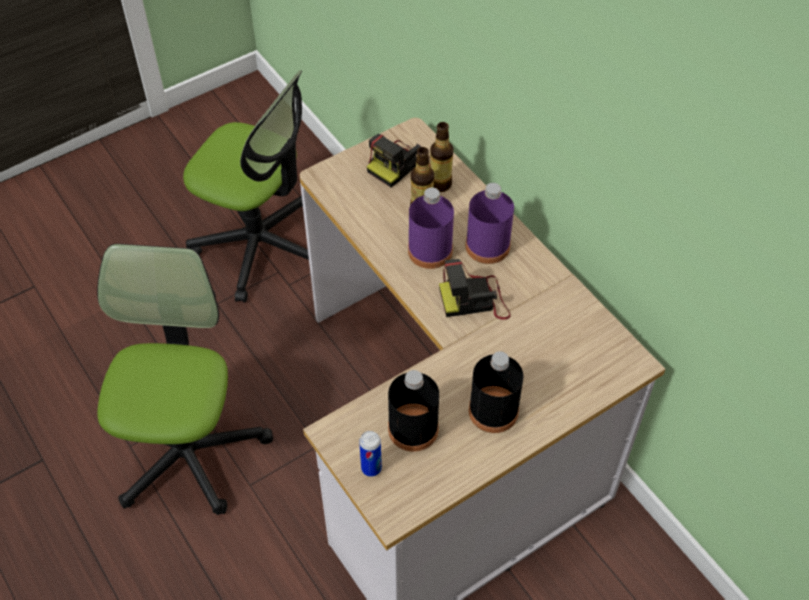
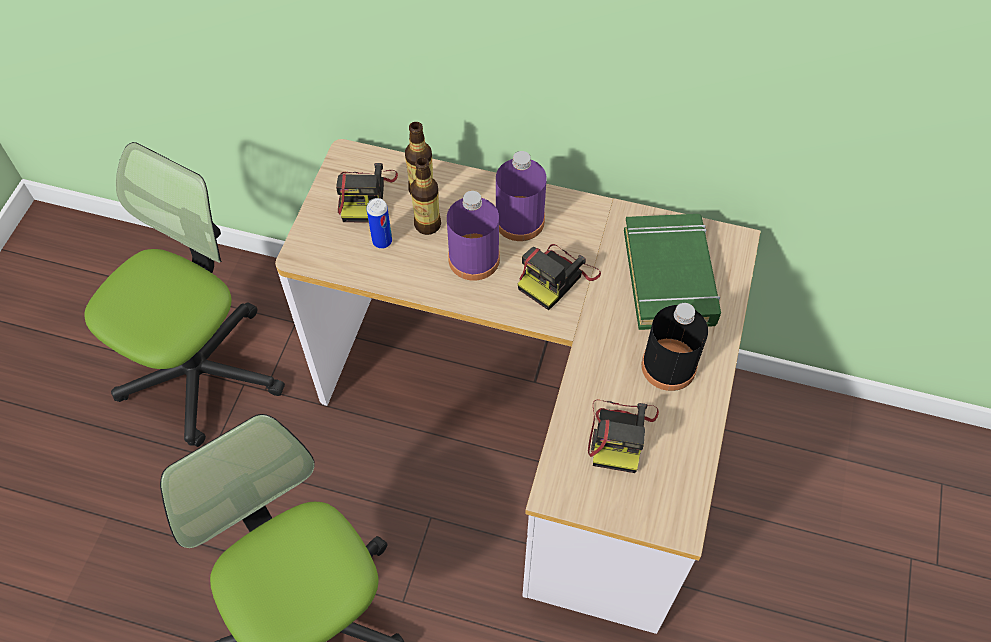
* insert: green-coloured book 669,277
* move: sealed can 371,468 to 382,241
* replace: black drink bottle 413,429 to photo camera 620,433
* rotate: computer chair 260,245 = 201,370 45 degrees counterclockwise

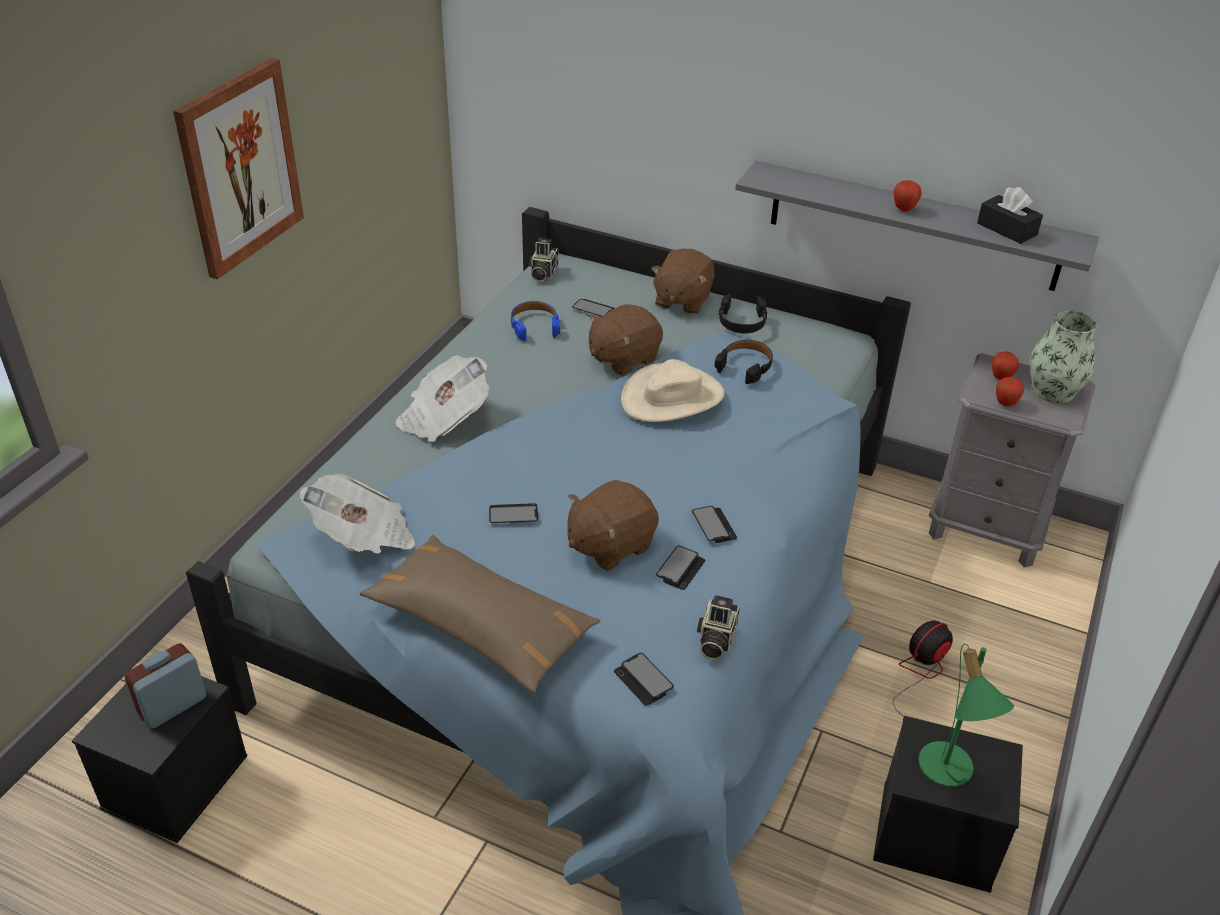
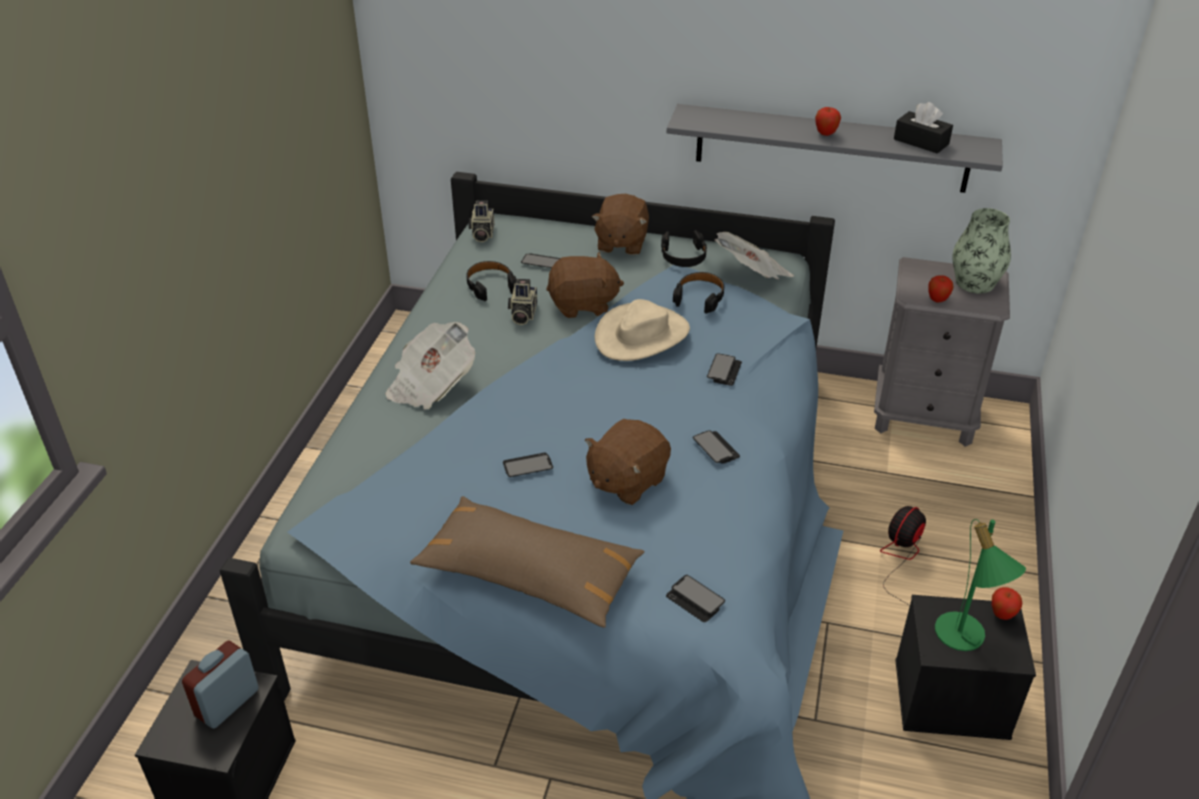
* delete: wall art 240,167
* move: daily paper 363,537 to 752,275
* move: telephone 680,569 to 724,371
* move: photo camera 715,639 to 522,314
* move: apple 1001,378 to 1002,615
* recolor: blue-coloured headphones 534,326 to black headphones 490,285
* rotate: brown soft toy 623,358 = 583,305 135 degrees counterclockwise

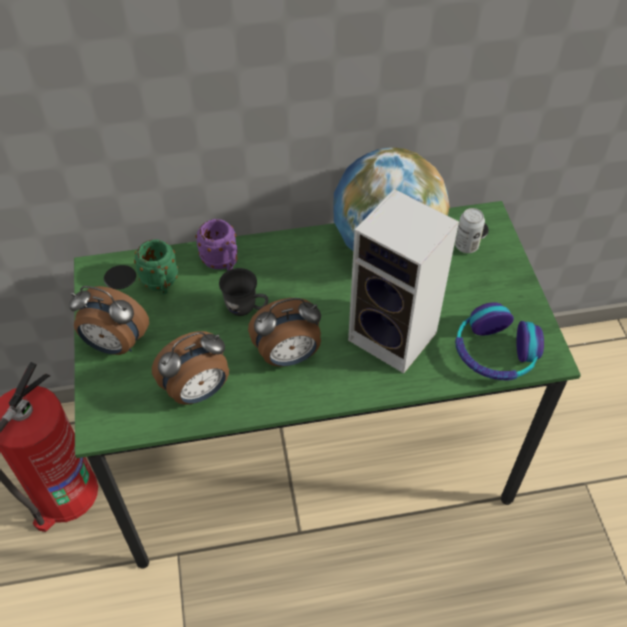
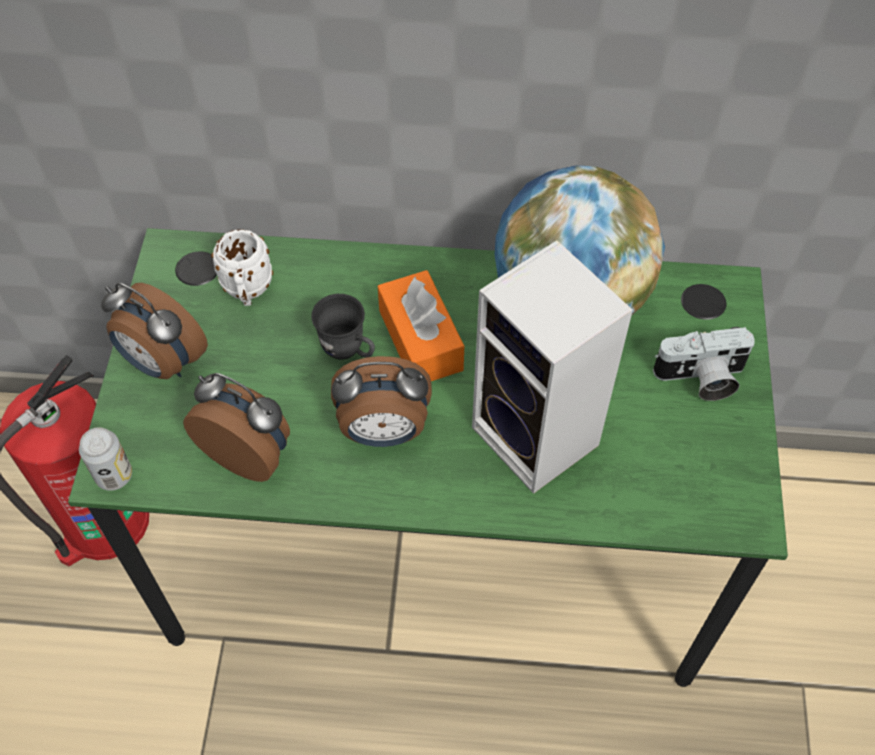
* delete: purplish coffee mug 223,263
* delete: headphones 495,352
* insert: orange-coloured box of tissues 420,340
* insert: photo camera 701,379
* move: sealed can 466,246 to 114,475
* recolor: green-coloured coffee mug 161,284 to white-coloured coffee mug 247,291
* rotate: alarm clock 198,391 = 249,453 135 degrees counterclockwise

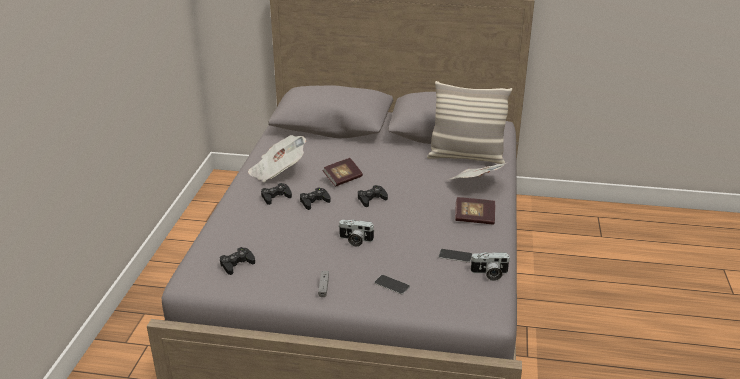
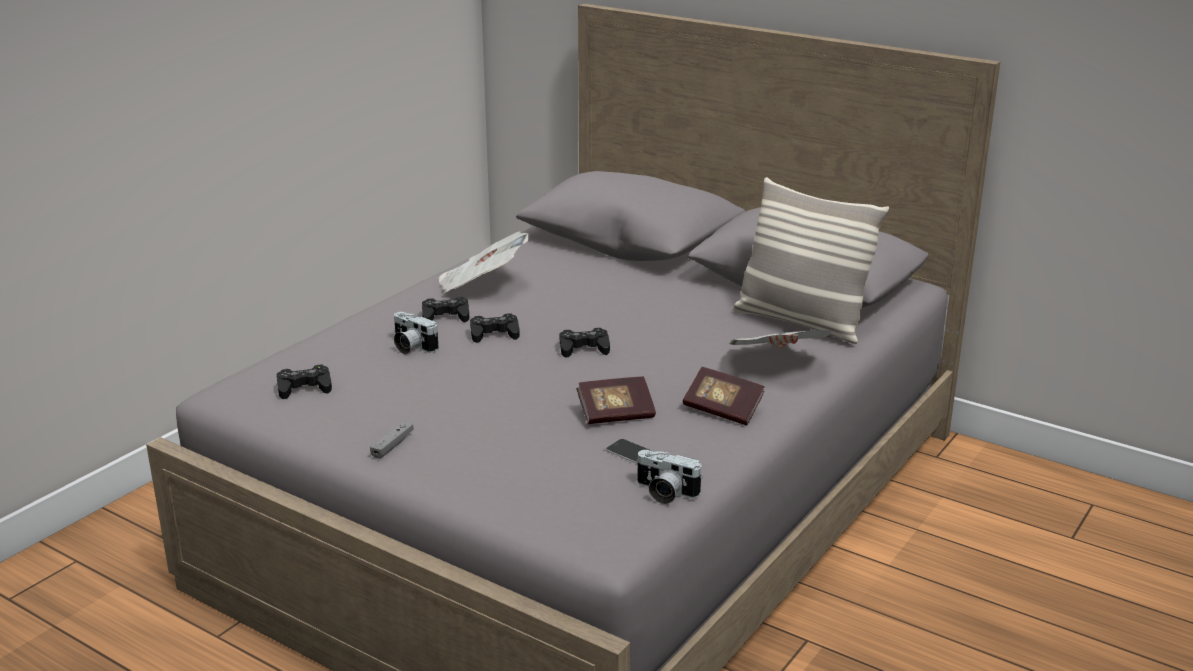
* delete: telephone 392,284
* move: book 343,179 to 616,414
* move: photo camera 355,240 to 411,347

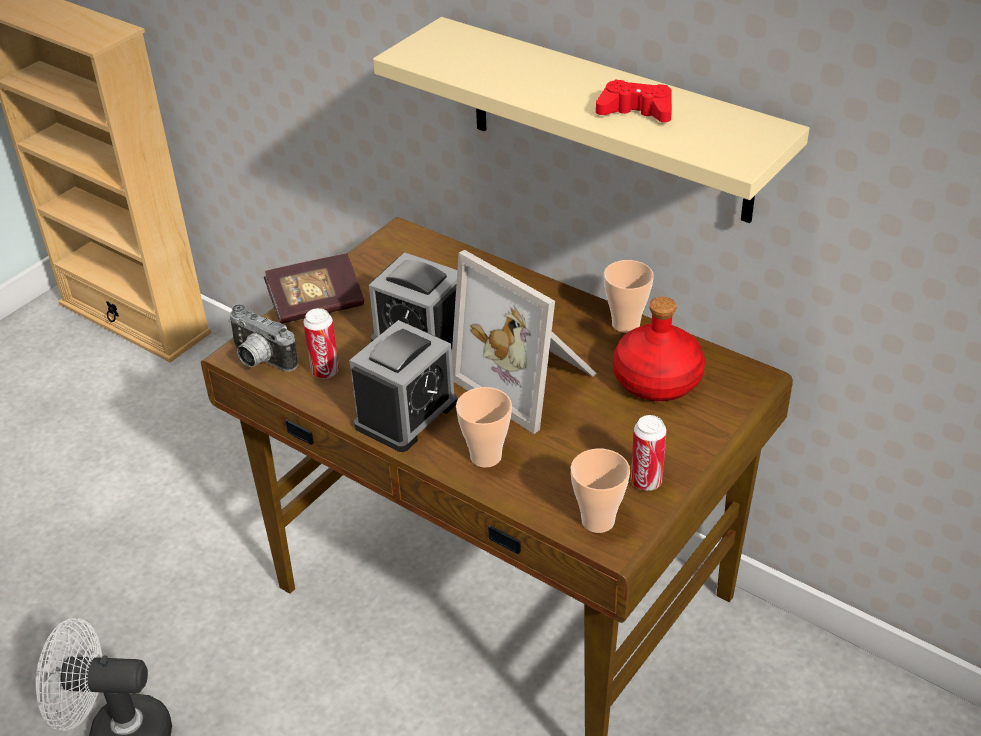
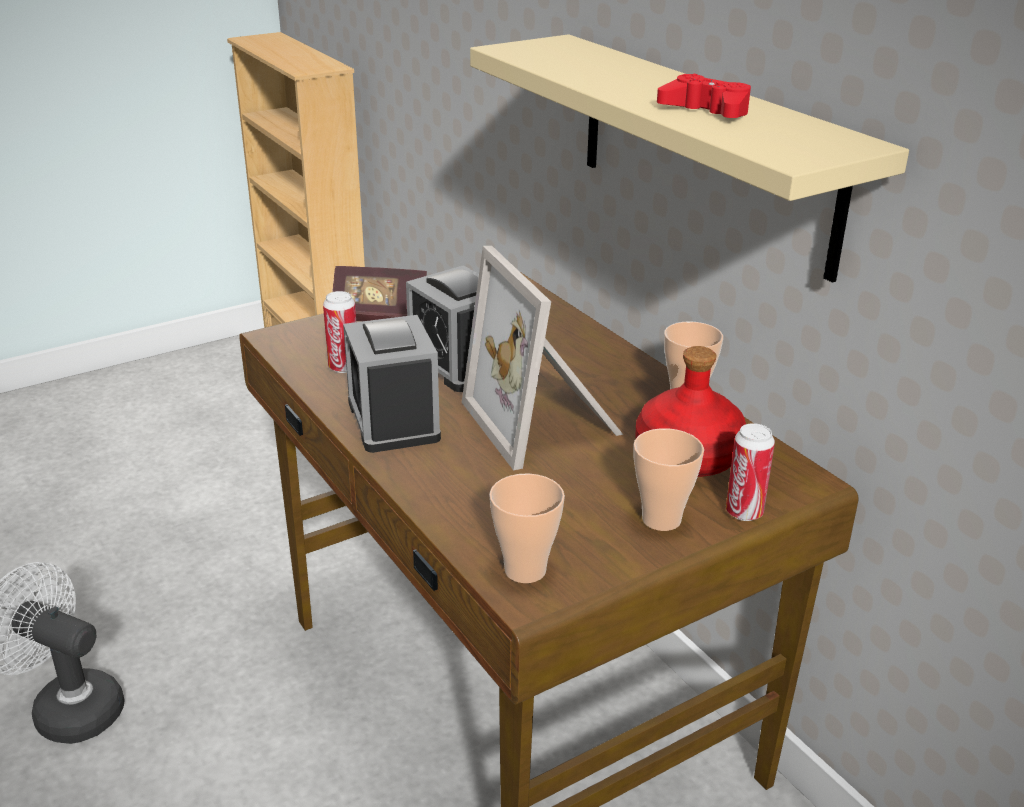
* delete: photo camera 259,360
* move: drinking cup 486,456 to 661,519
* move: sealed can 646,482 to 744,512
* rotate: alarm clock 406,414 = 393,420 105 degrees clockwise

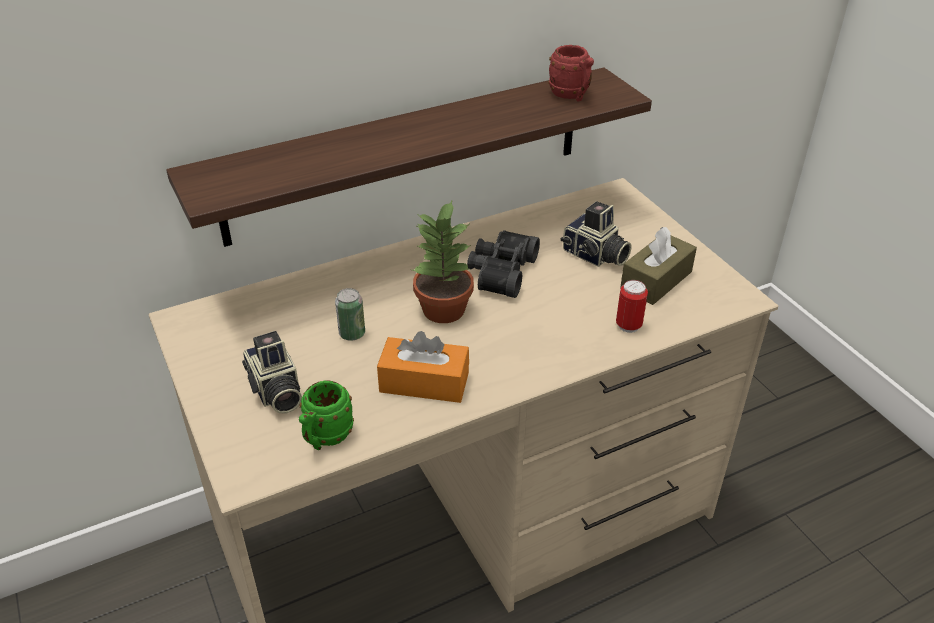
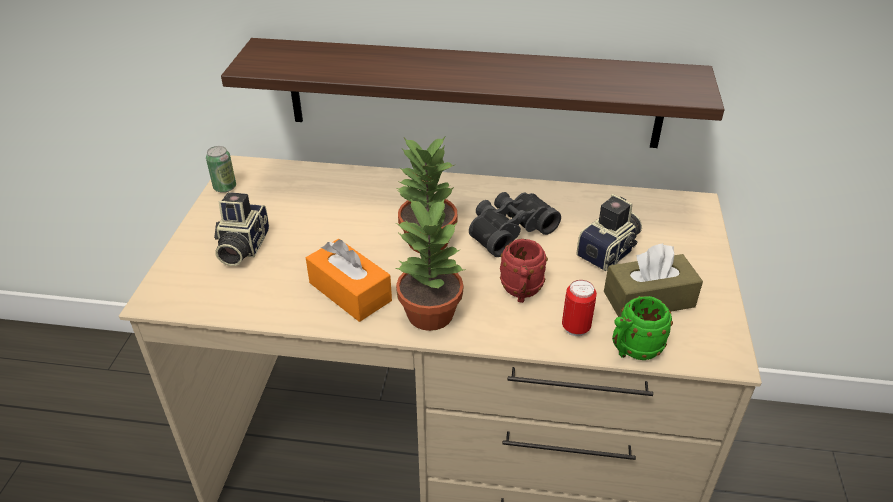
* insert: potted plant 430,313
* move: green-coloured coffee mug 325,438 to 632,350
* move: sealed can 352,334 to 225,187
* move: red-coloured coffee mug 572,96 to 521,292
* rotate: photo camera 594,256 = 610,252 120 degrees counterclockwise

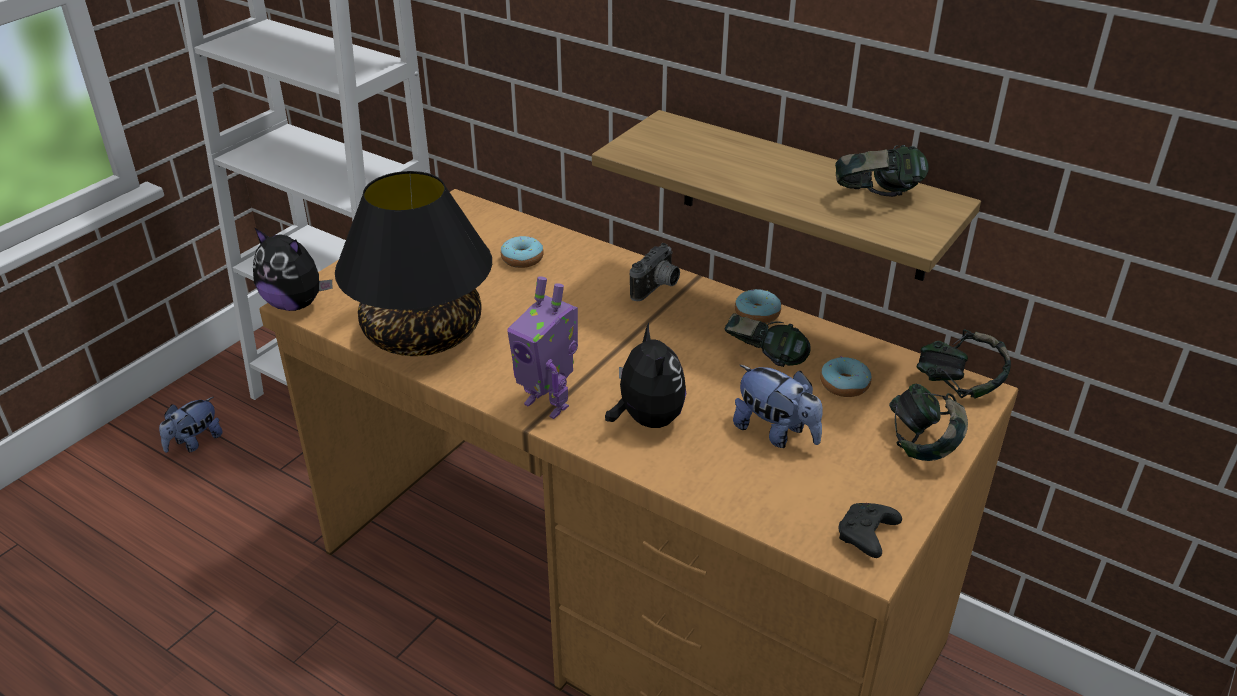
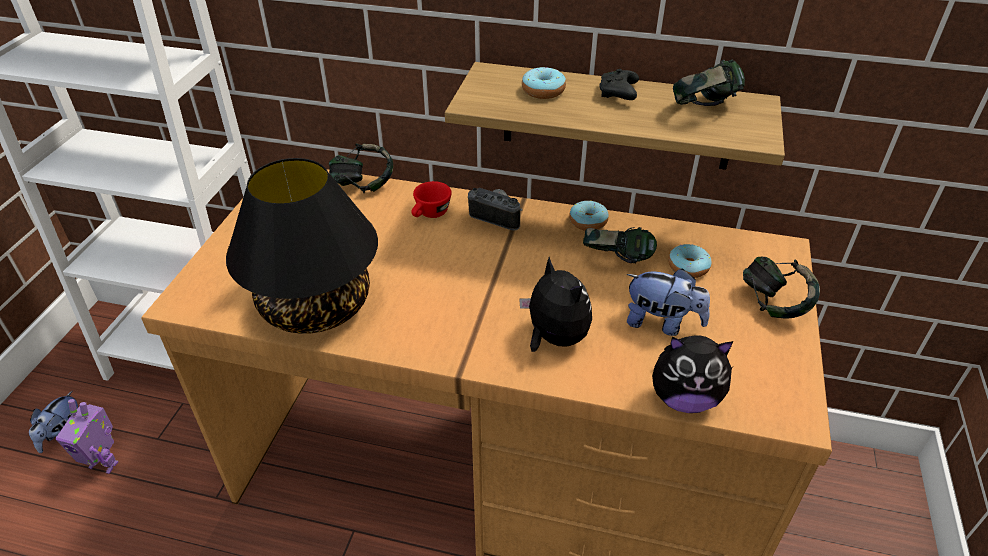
* insert: red-coloured drinking cup 430,214
* move: soft toy 296,304 to 684,398
* move: doughnut 522,259 to 543,91
* move: robot figure 548,403 to 105,463
* move: black joypad 866,537 to 618,94
* move: headphones 958,385 to 363,185
* rotate: photo camera 658,288 = 497,217 75 degrees counterclockwise

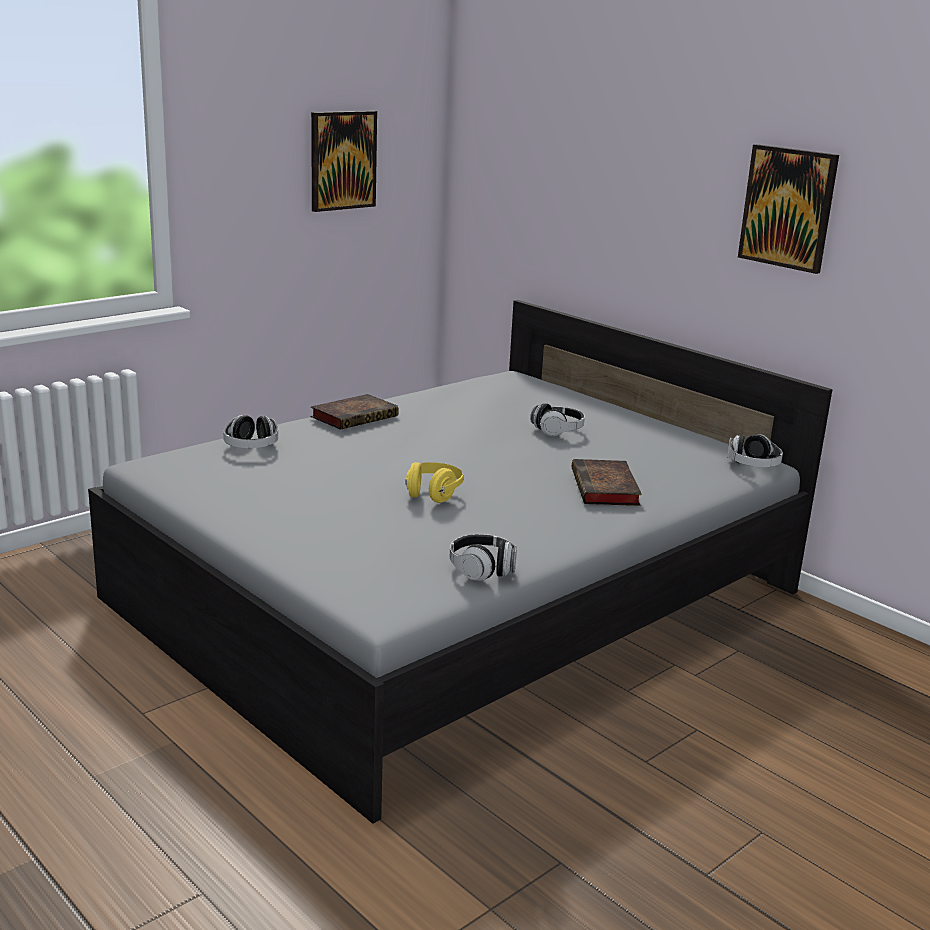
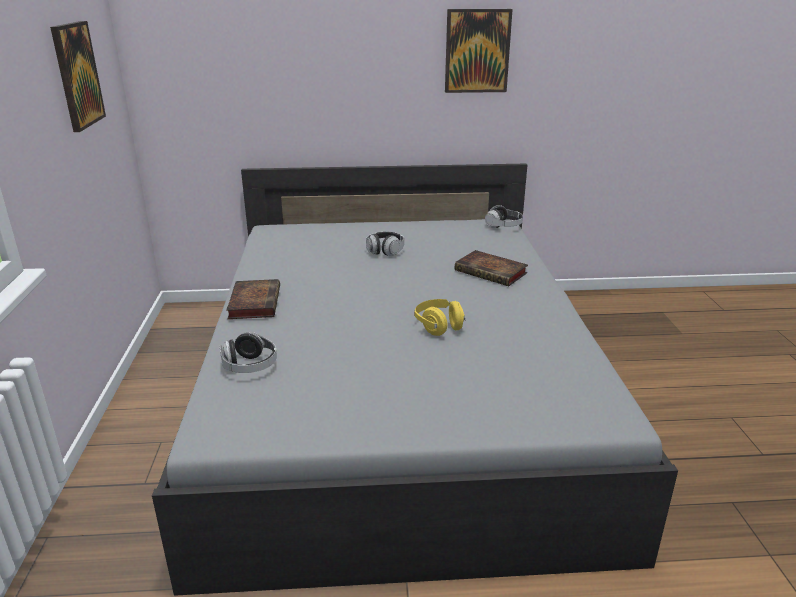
* delete: headphones 482,569

